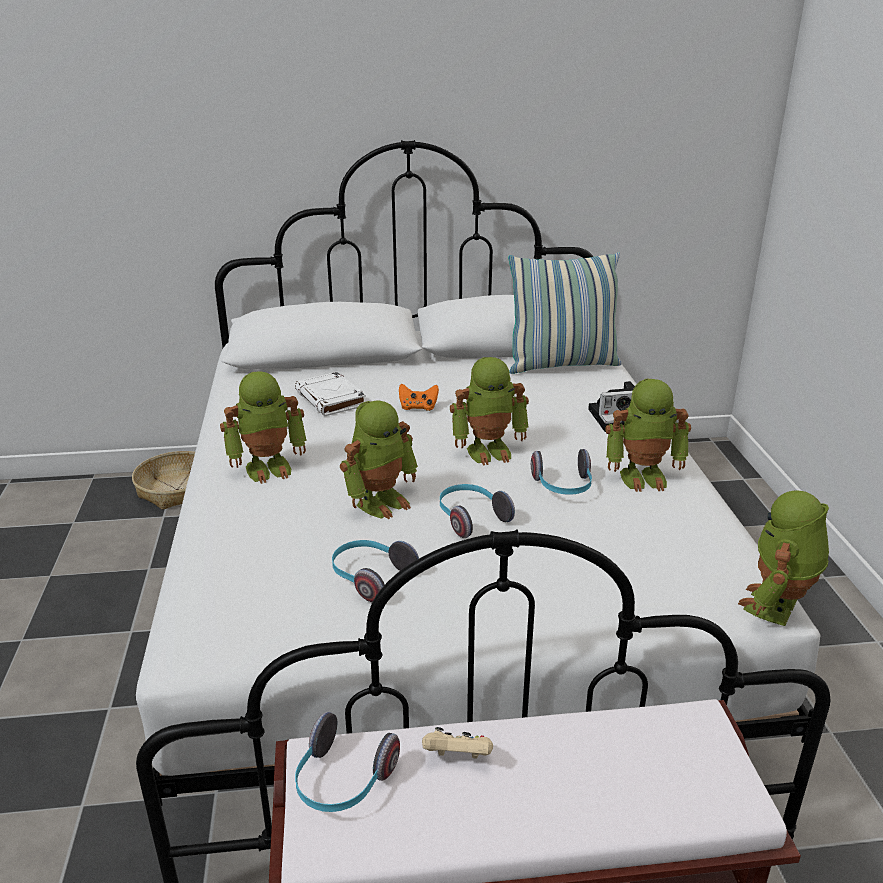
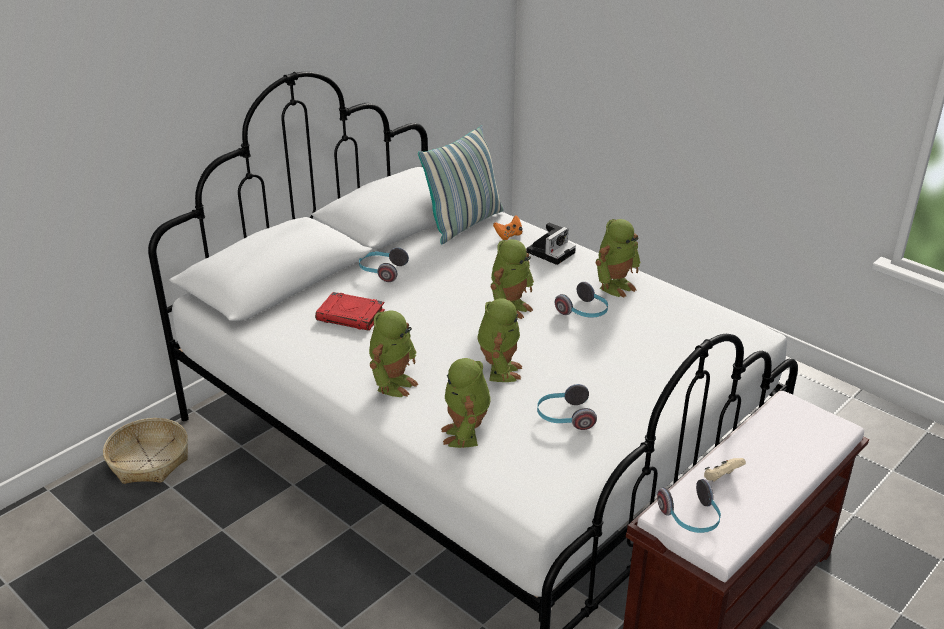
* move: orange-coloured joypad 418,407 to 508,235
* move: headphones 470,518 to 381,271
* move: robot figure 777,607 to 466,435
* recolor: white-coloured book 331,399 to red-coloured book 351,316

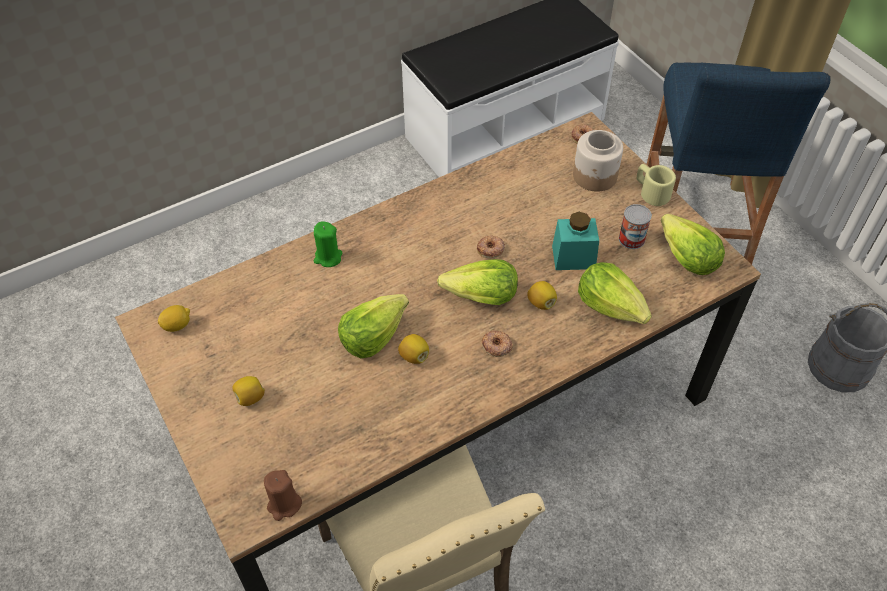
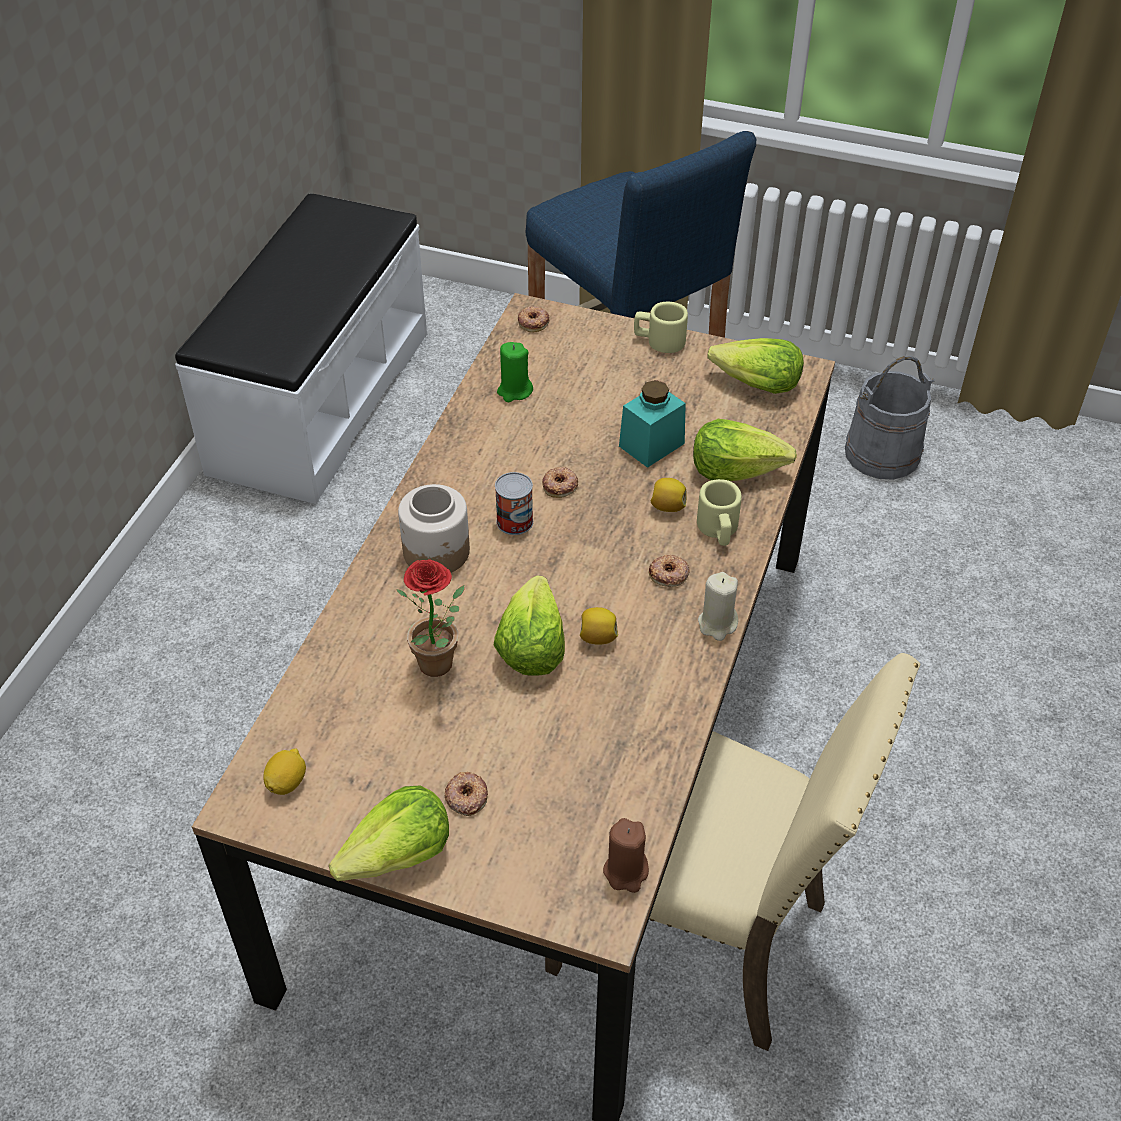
* insert: potted plant 440,668
* insert: beige coffee mug 718,530
* insert: beige wax light 717,624
* move: green-coloured wax light 328,257 to 514,391
* move: lettuce head 481,297 to 398,856
* move: preserve jar 595,176 to 437,552
* move: sealed can 631,239 to 514,521
* replace: lemon 250,398 to doughnut 466,797

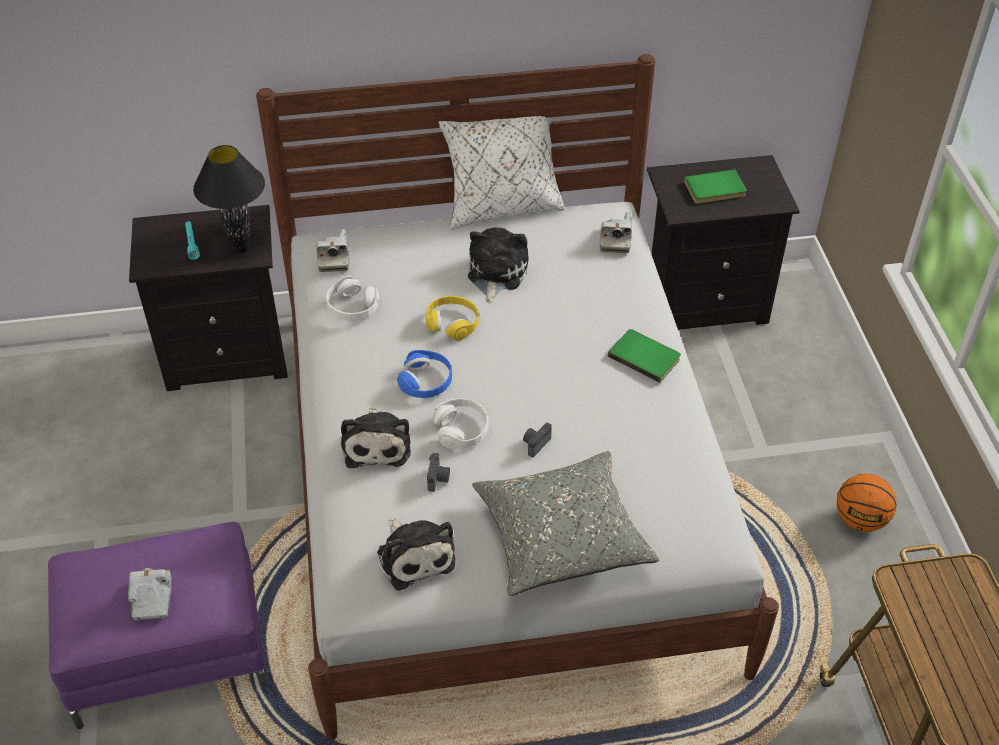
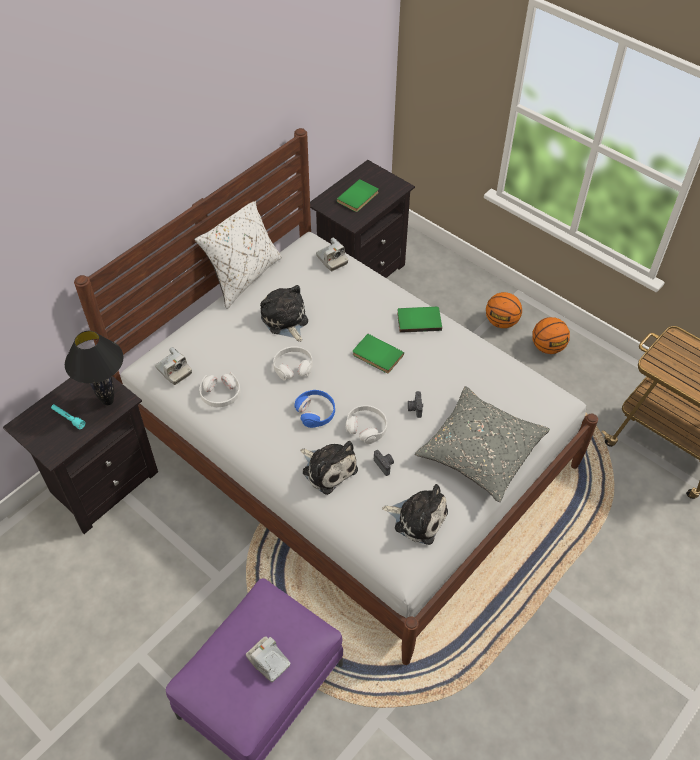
* insert: green-coloured book 376,356
* insert: basketball 501,322
* recolor: yellow headphones 452,323 to white-coloured headphones 293,367

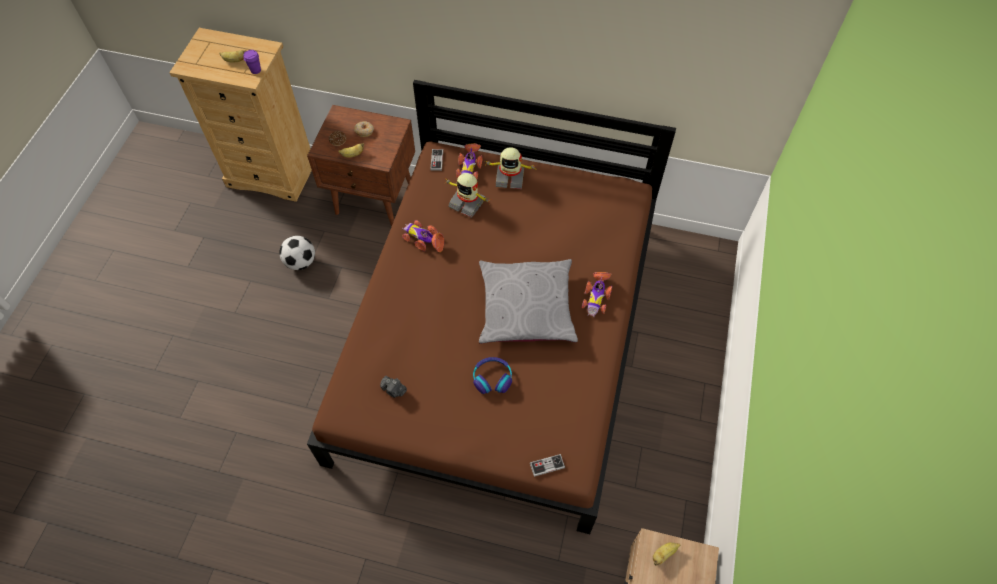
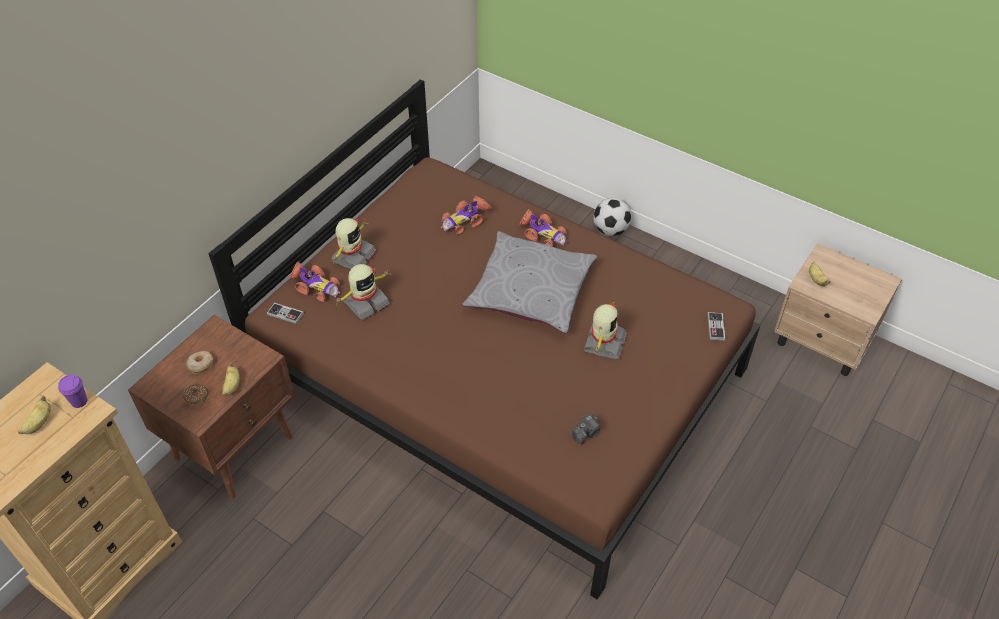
* move: football ball 301,262 to 611,230
* move: model car 423,239 to 465,220
* replace: headphones 492,378 to robot figure 603,343

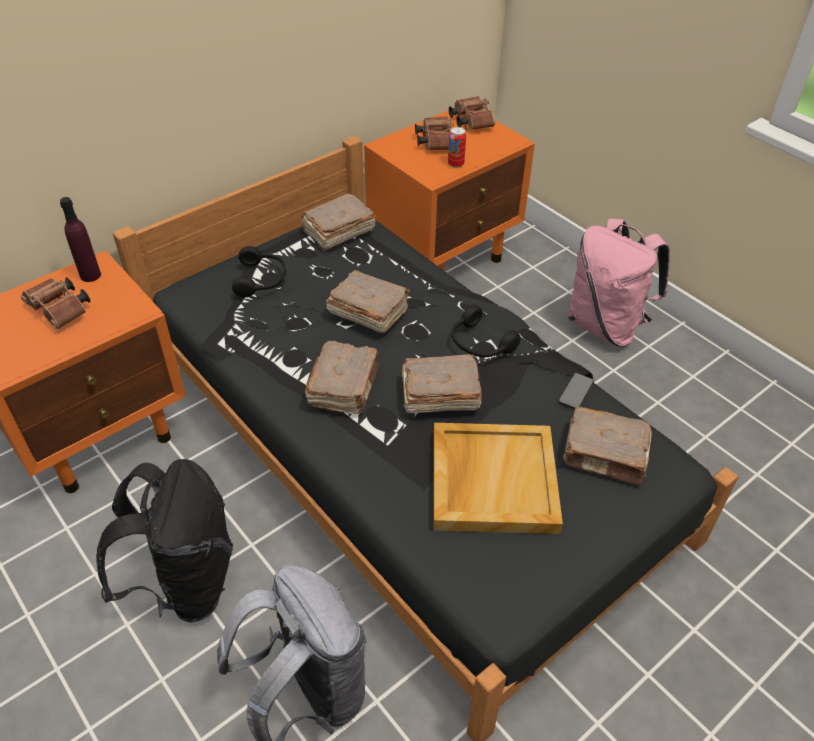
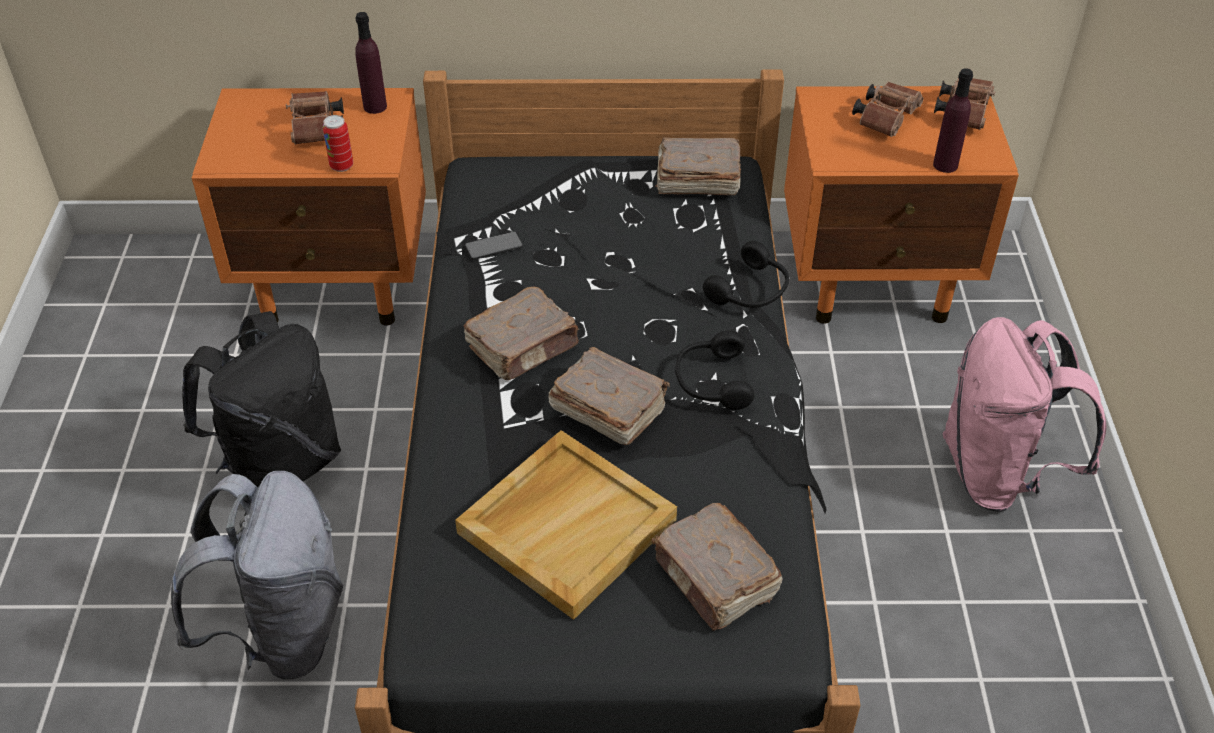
* delete: brown book 367,312
* insert: purplish drink bottle 945,165
* move: black headphones 262,280 to 751,291
* move: sealed can 455,164 to 341,166
* move: telephone 576,392 to 494,246

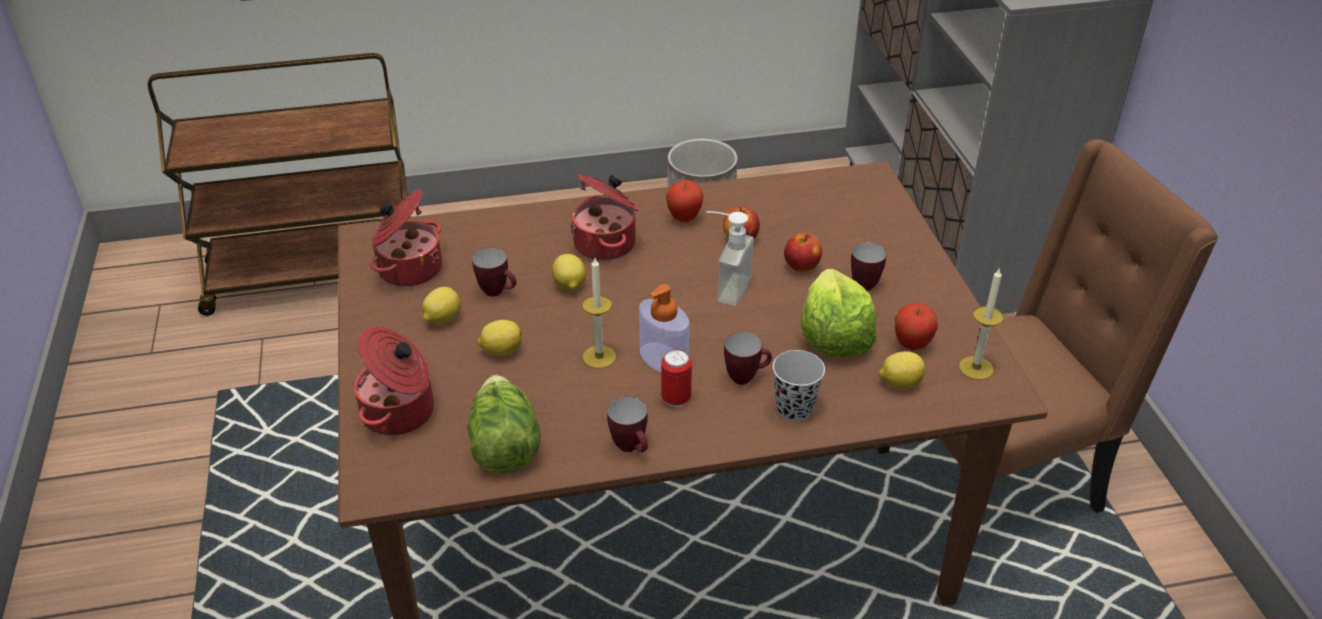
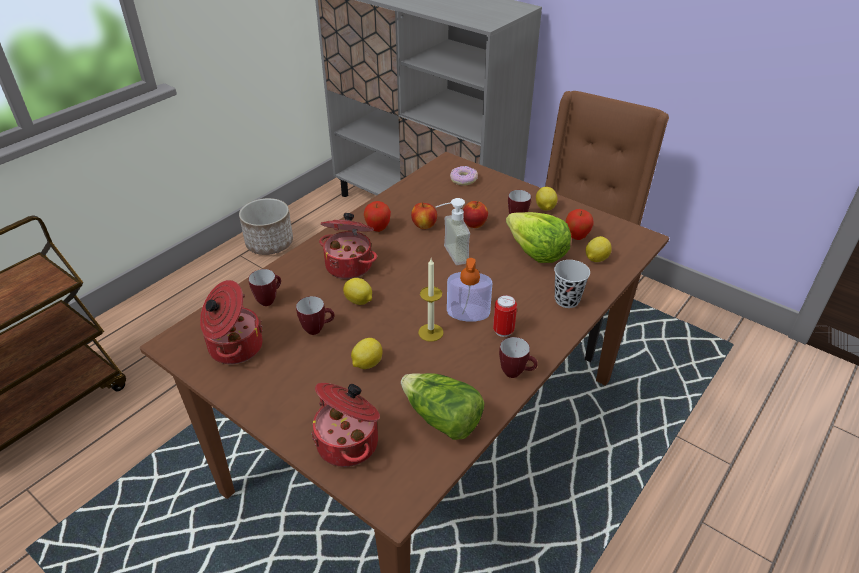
* delete: wax light 976,368
* insert: doughnut 463,179
* move: lemon 442,319 to 545,208
* move: coffee mug 746,377 to 269,299

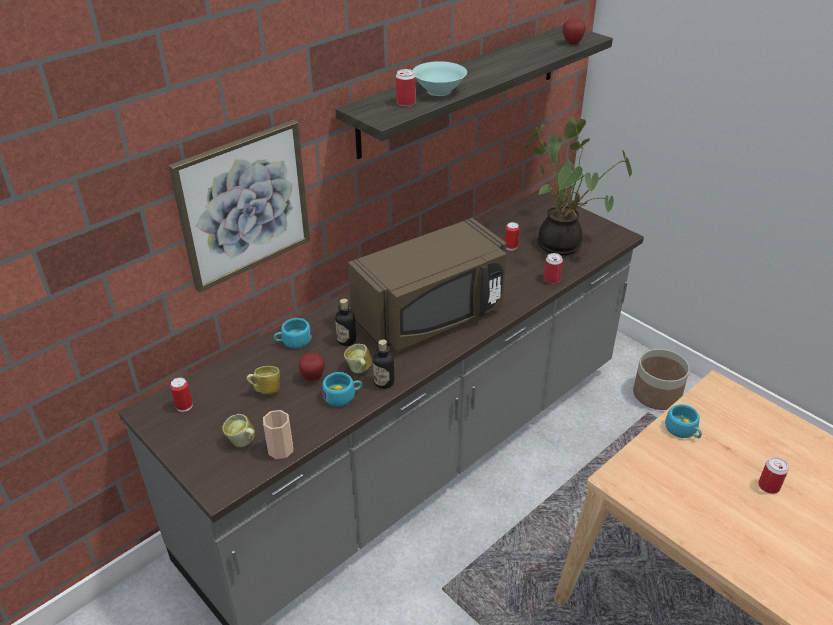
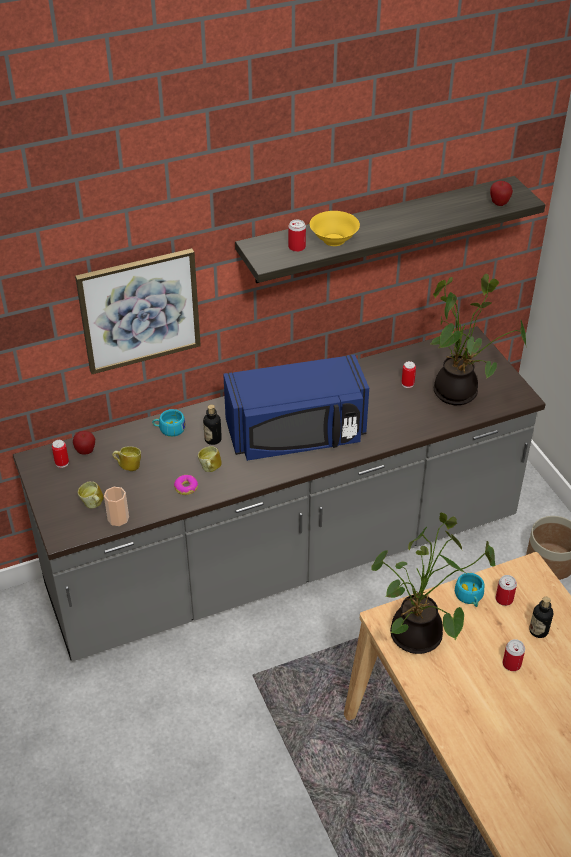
* insert: potted plant 419,638
* move: apple 313,377 to 85,451
* move: drink bottle 384,382 to 538,631
* move: sealed can 551,279 to 504,599
* replace: turquoise-coloured drinking cup 343,396 to doughnut 186,487
* recolor: brown microwave 432,315 to blue-coloured microwave 297,434
* recolor: turquoise-coloured serving bowl 440,91 to yellow serving bowl 334,240

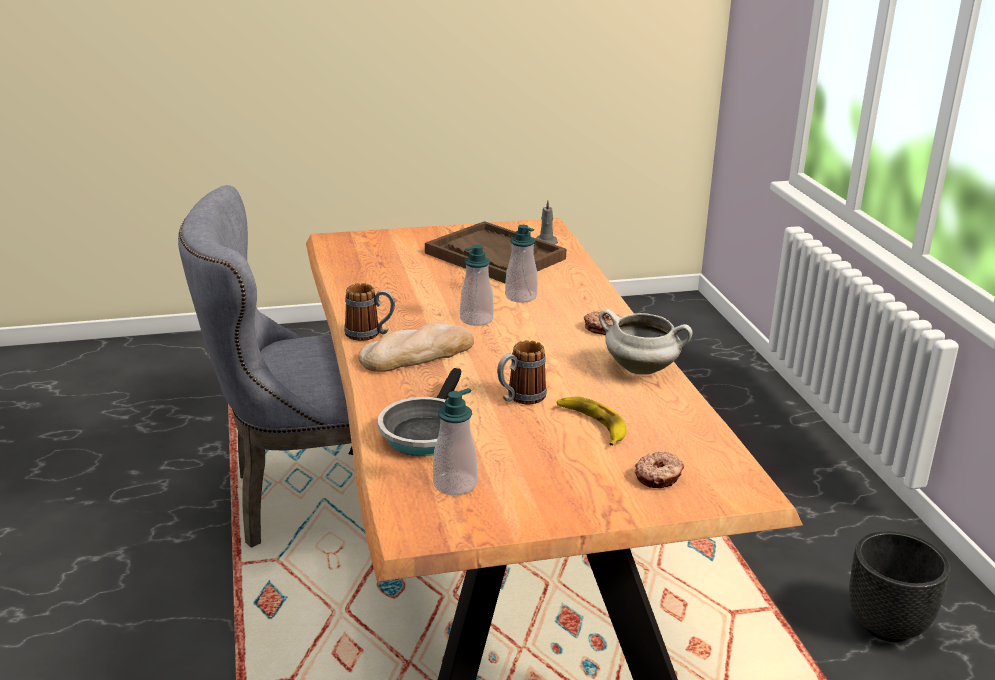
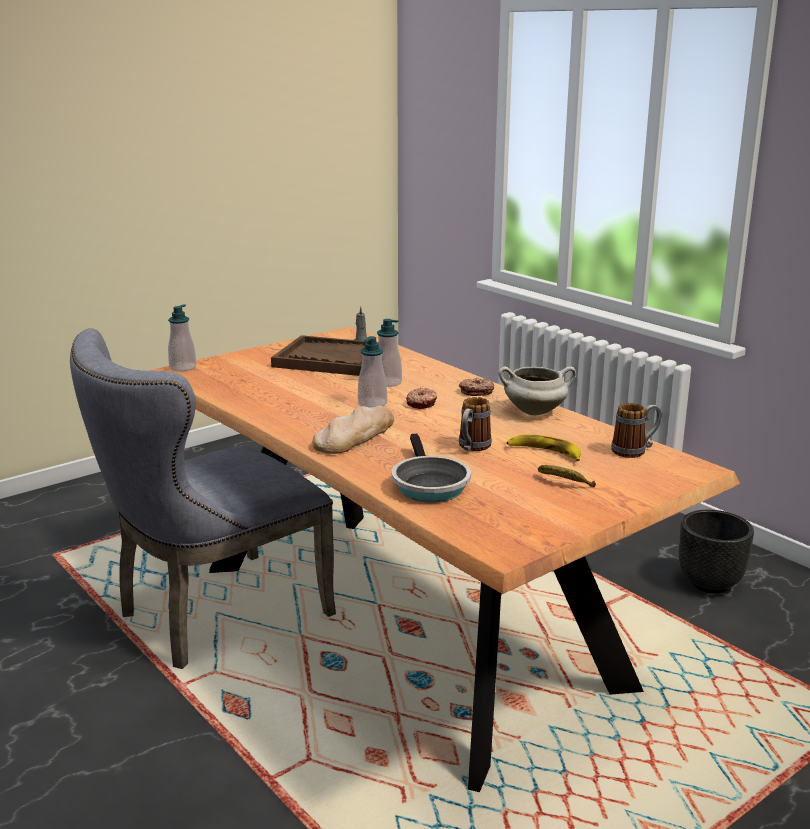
* insert: banana 564,483
* move: coffee mug 370,334 to 635,450
* move: soap bottle 455,484 to 183,367
* move: doughnut 659,477 to 422,403

